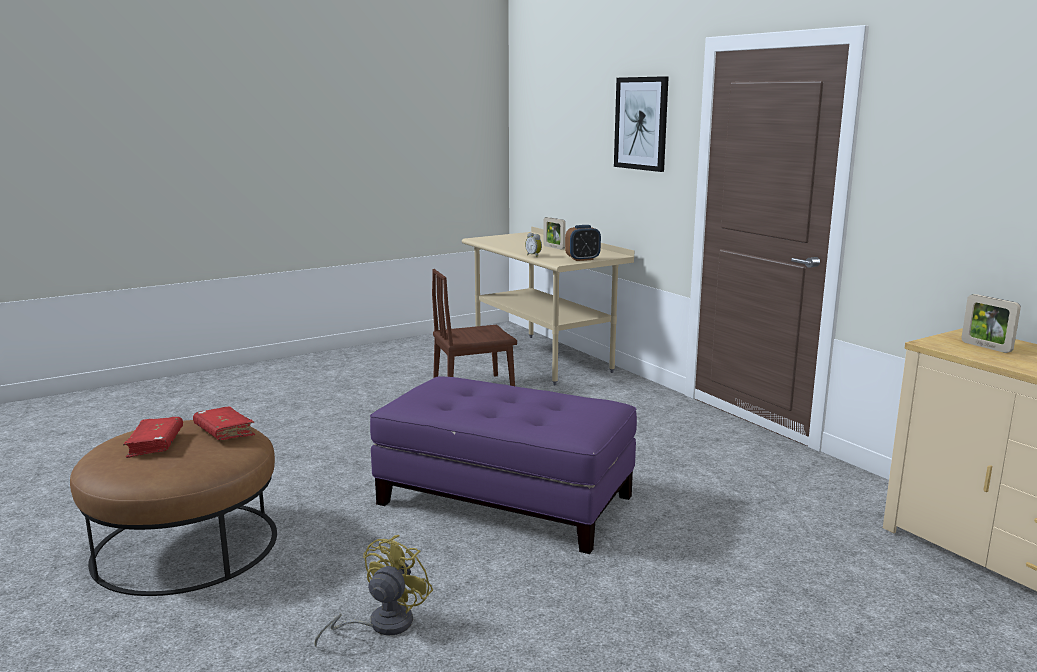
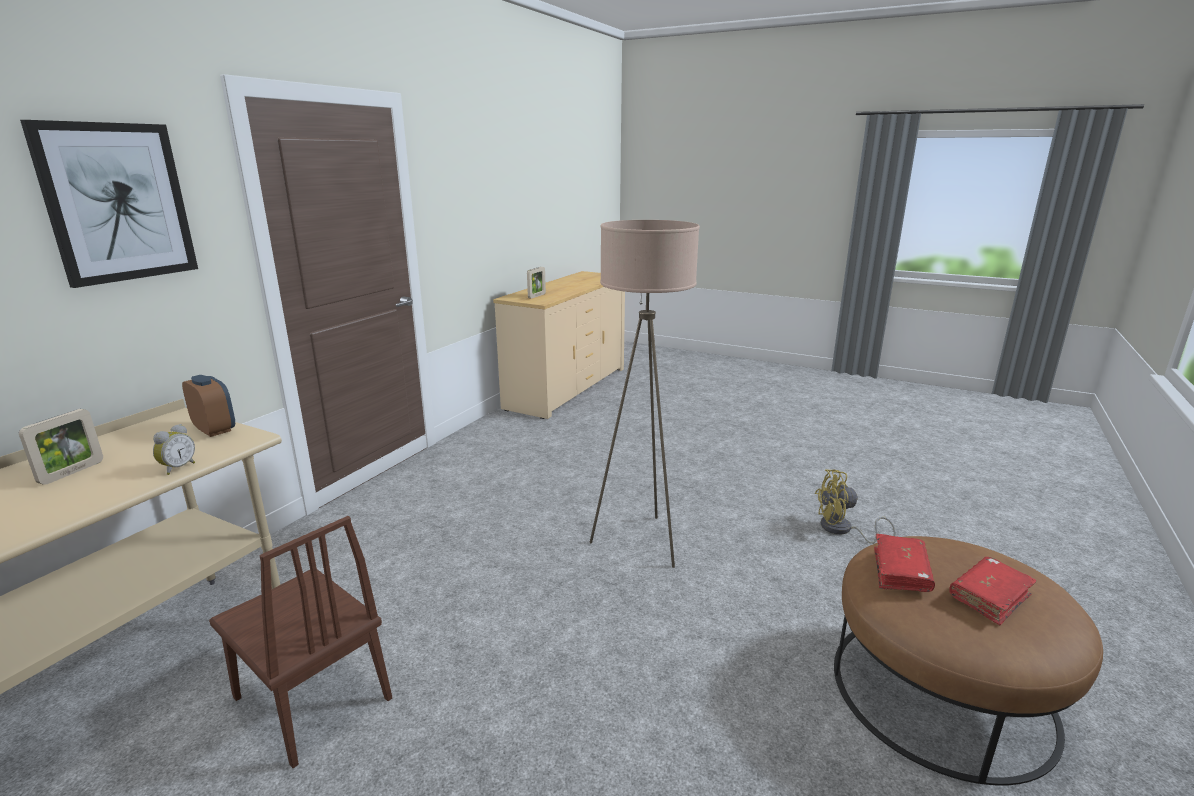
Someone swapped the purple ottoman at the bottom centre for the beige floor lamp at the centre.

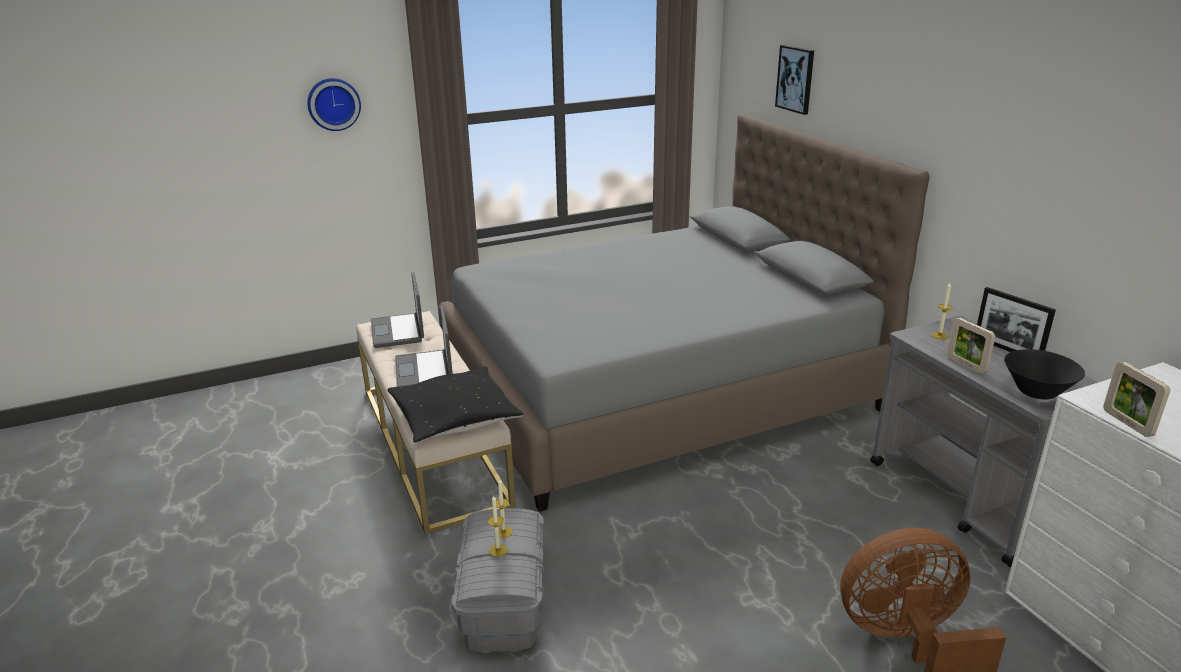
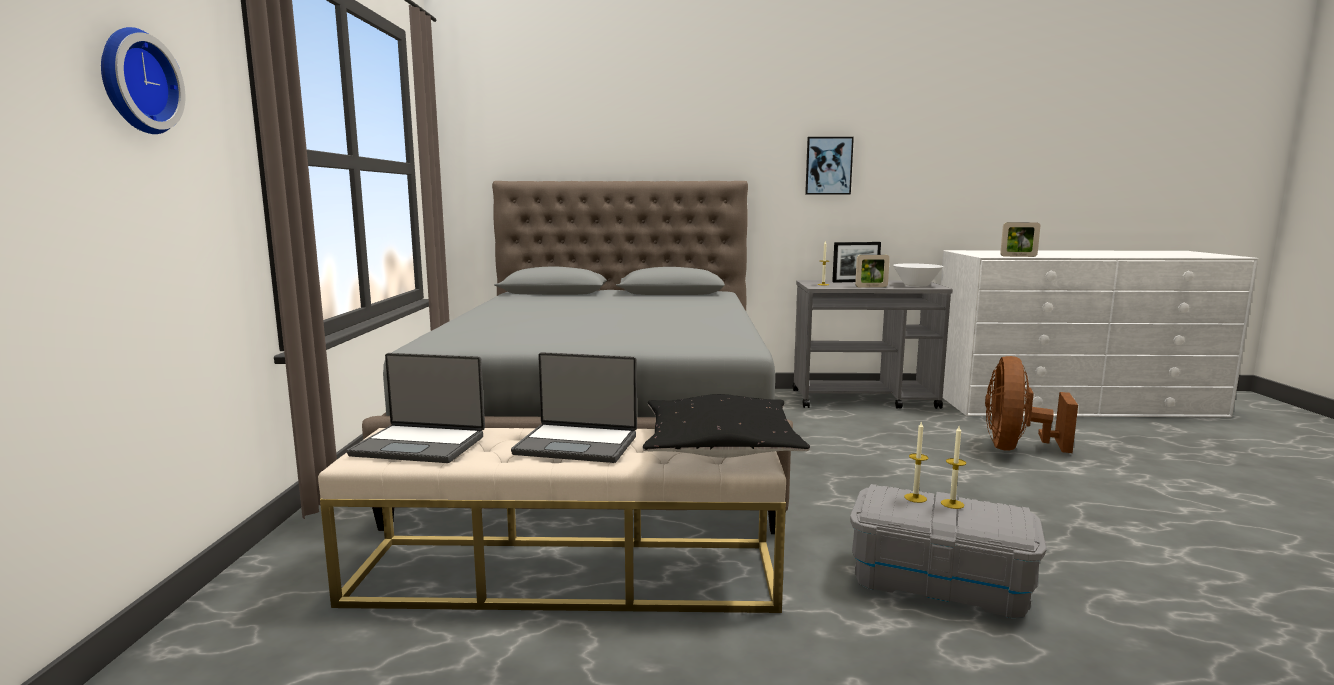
Someone carried the picture from the top right to the top centre.
Someone repainted the black bowl at the middle right, which became the white bowl at the middle right.

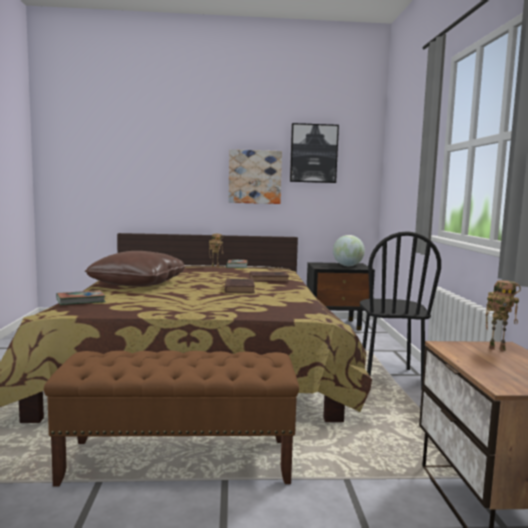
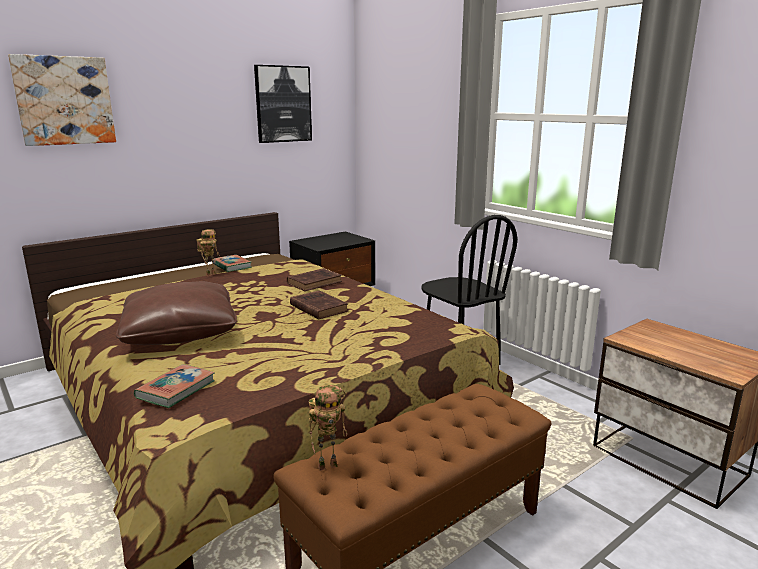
Someone carried the picture (1st from left) from the centre to the top left.
Someone took away the globe at the centre.
Someone carried the toy robot (2nd from left) from the middle right to the bottom centre.

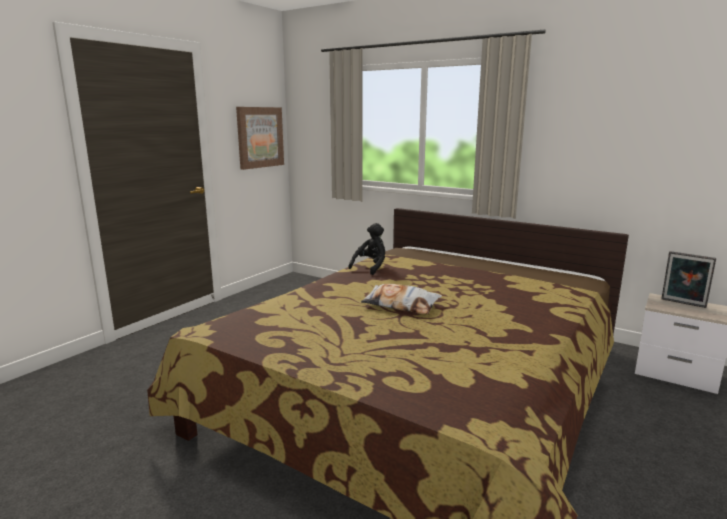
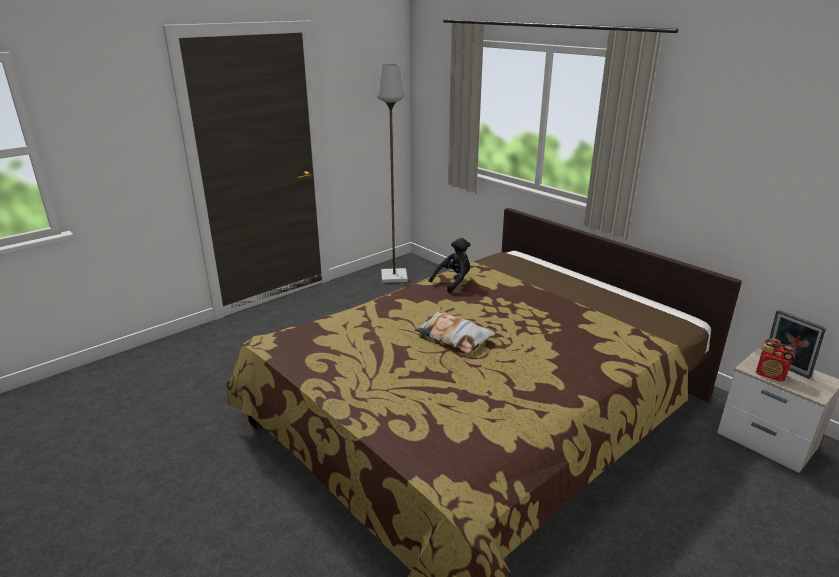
Someone took away the picture at the top centre.
Someone put down the grey floor lamp at the top centre.
Someone put down the radio at the middle right.

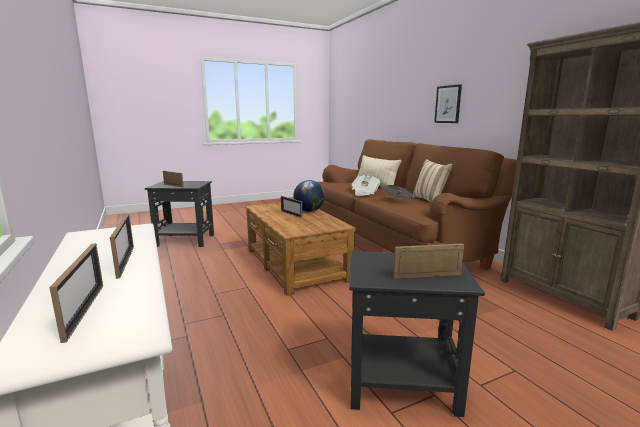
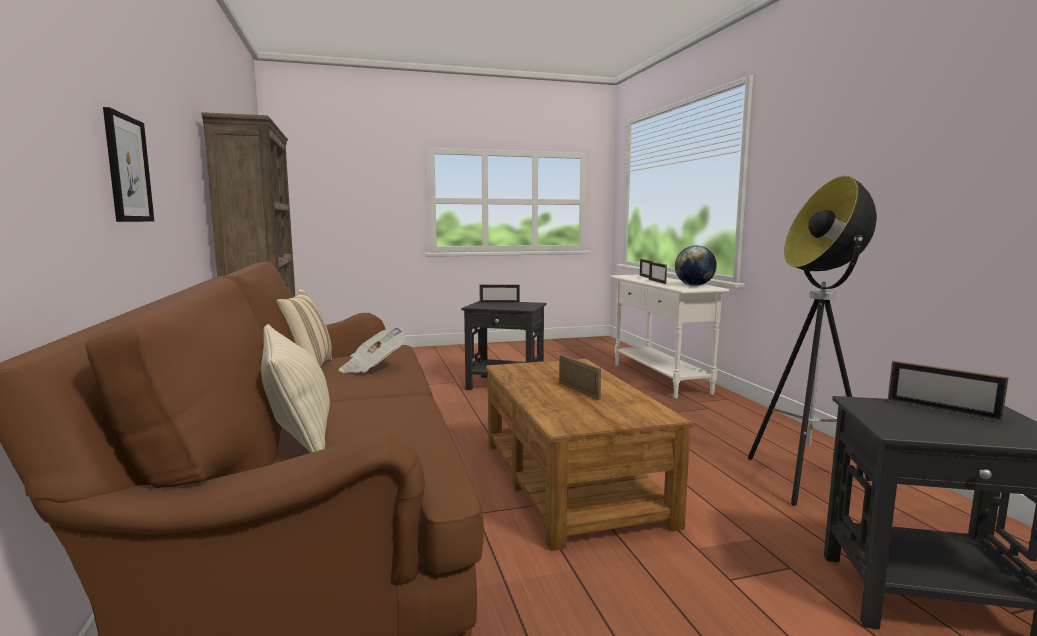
Someone took away the newspaper (1st from left) at the centre.
Someone carried the globe from the centre to the middle right.
Someone put down the floor lamp at the middle right.

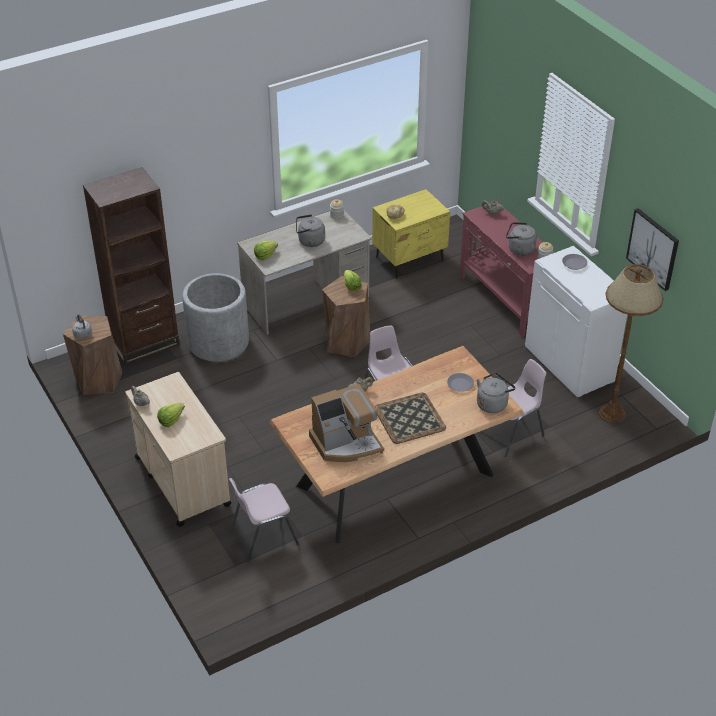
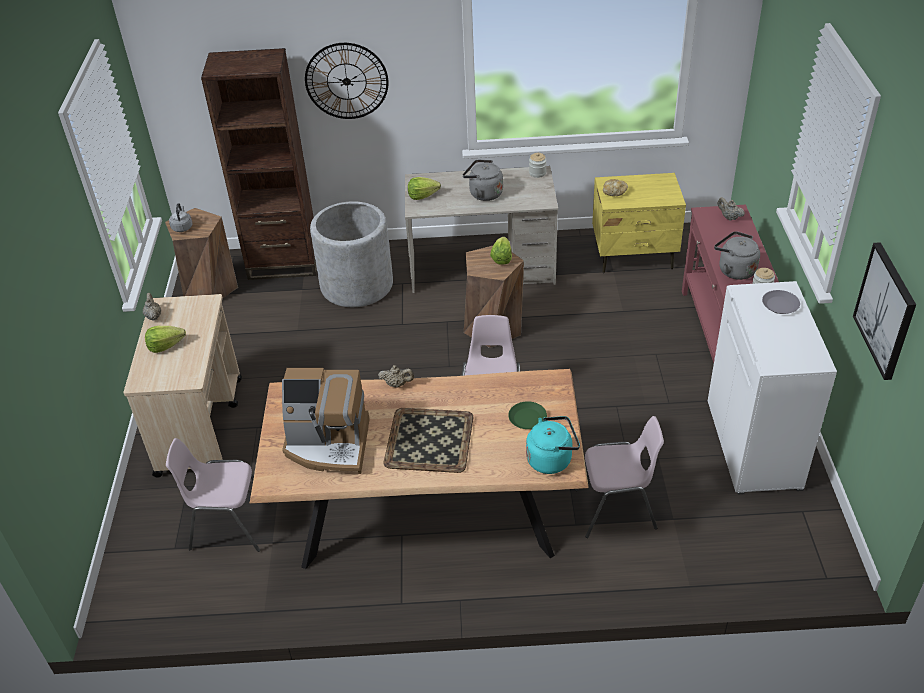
Someone took away the brown floor lamp at the middle right.
Someone repainted the grey plate (1st from left) at the centre, which became the green plate at the centre.
Someone repainted the grey kettle (3rd from left) at the middle right, which became the turquoise kettle at the centre.
Someone put up the wall clock at the top centre.

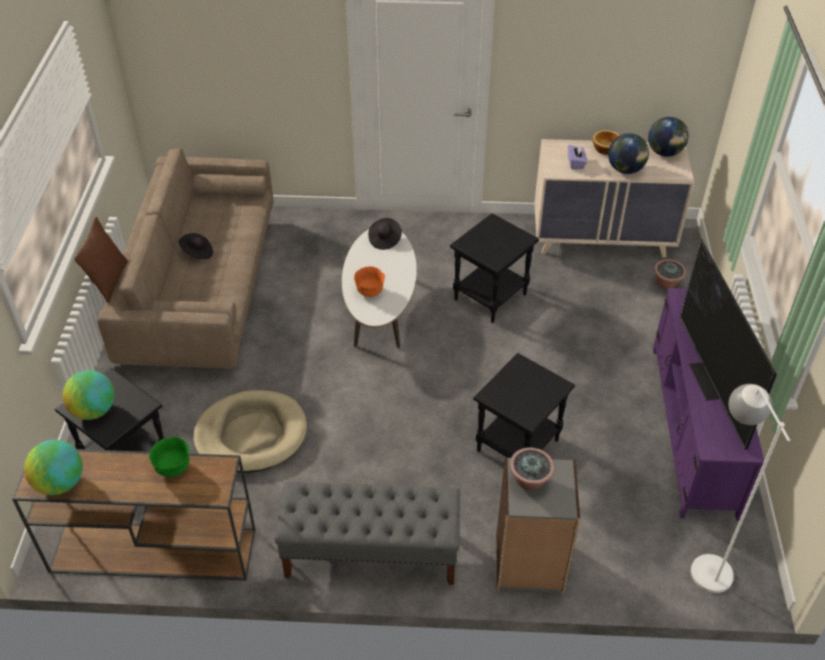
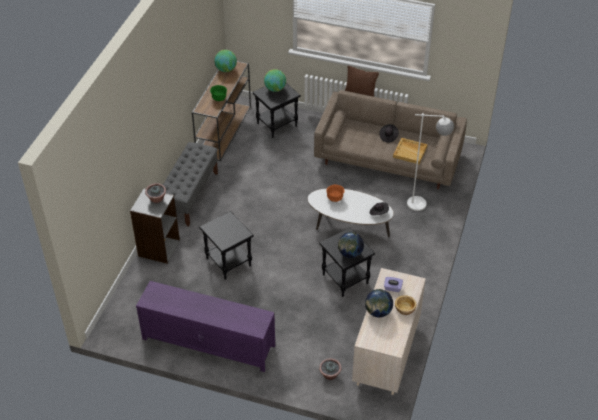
Someone carried the globe (4th from left in the first image) from the top right to the centre.
Someone took away the television at the middle right.
Someone carried the white floor lamp from the bottom right to the middle right.
Someone took away the beige dog bed at the middle left.
Someone put down the beige tray at the middle right.

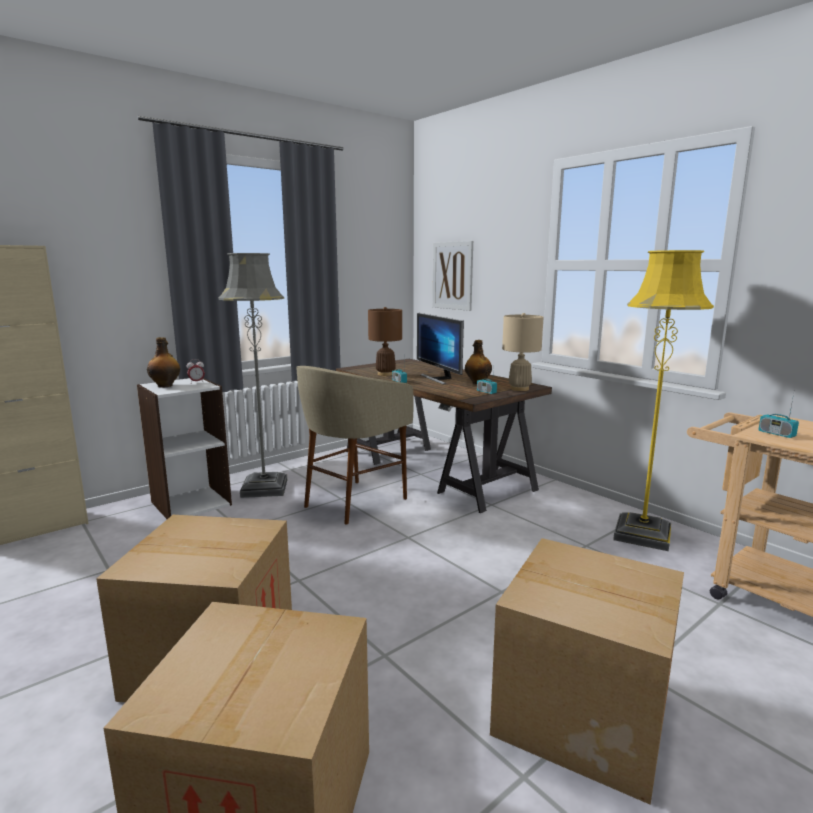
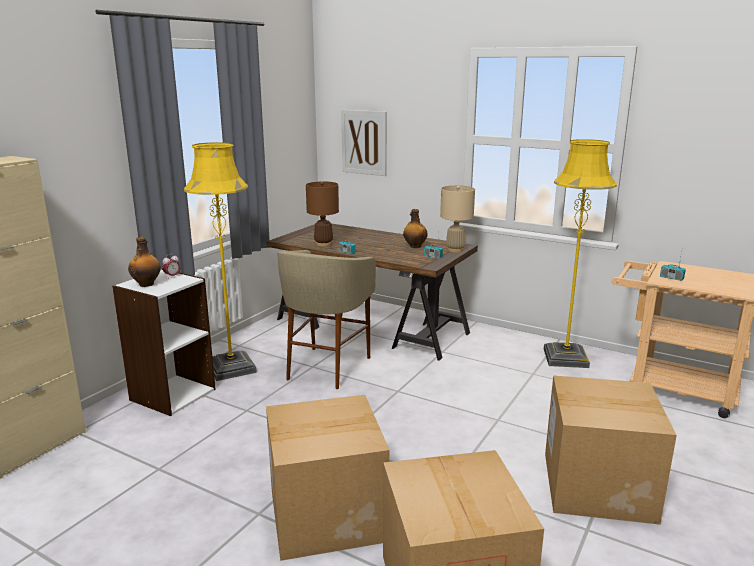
Someone repainted the grey floor lamp at the middle left, which became the yellow floor lamp (1st from left) at the middle left.
Someone took away the monitor at the centre.

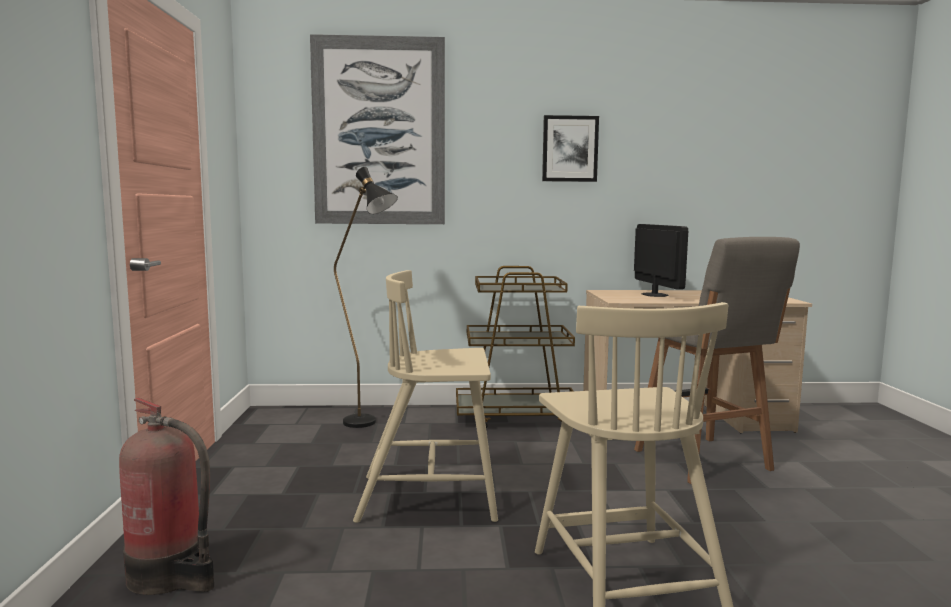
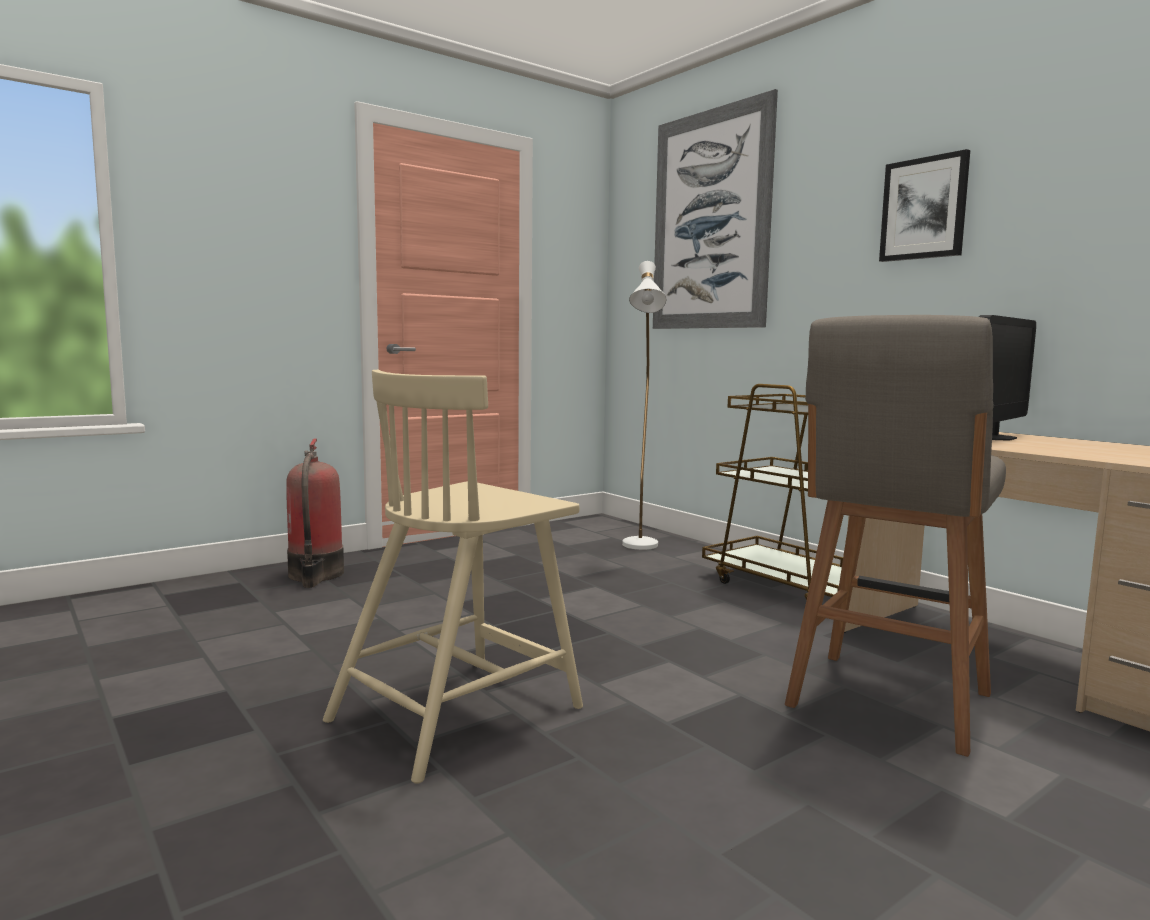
Someone repainted the black floor lamp at the centre, which became the white floor lamp at the centre.
Someone took away the beige chair (1st from left) at the centre.

